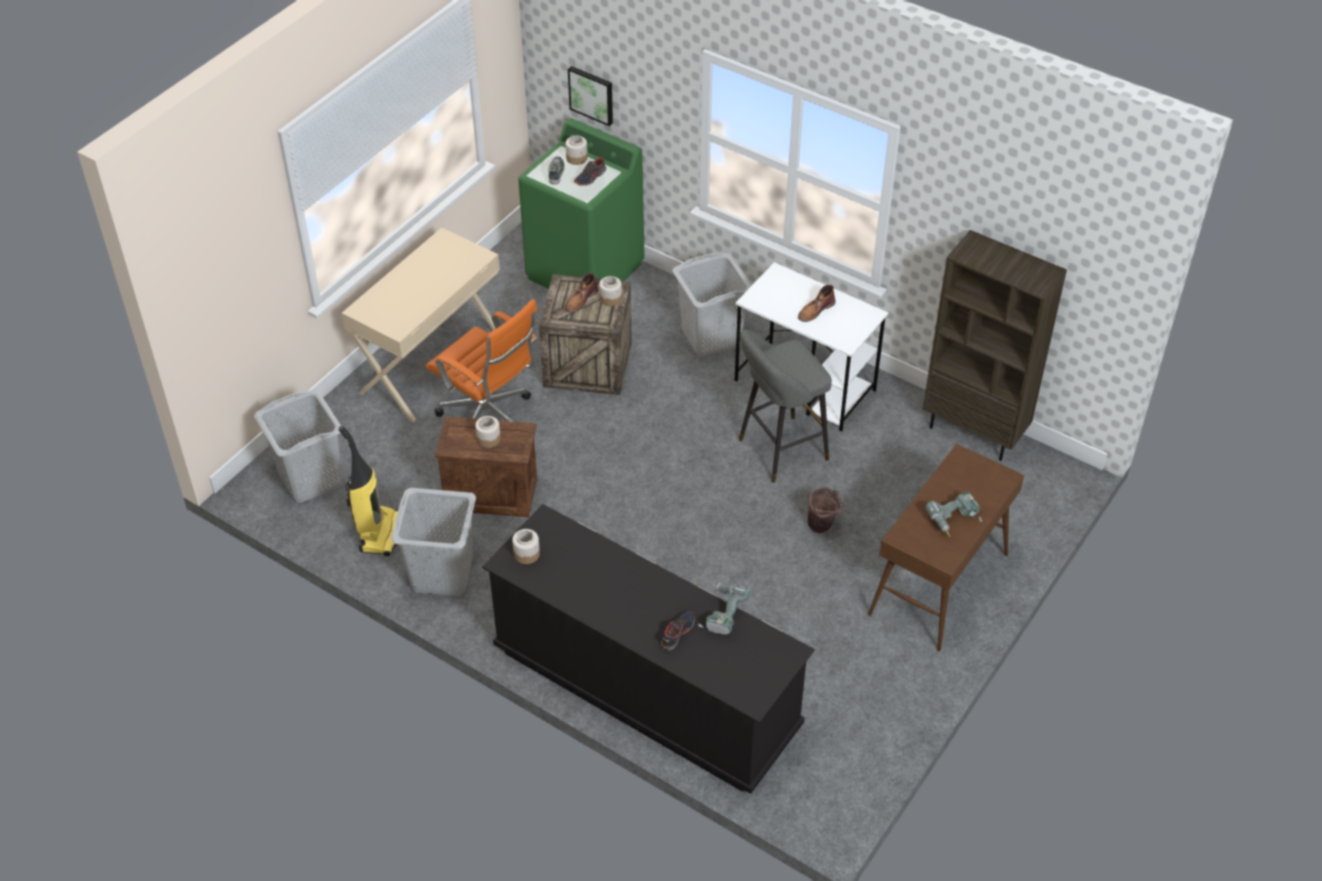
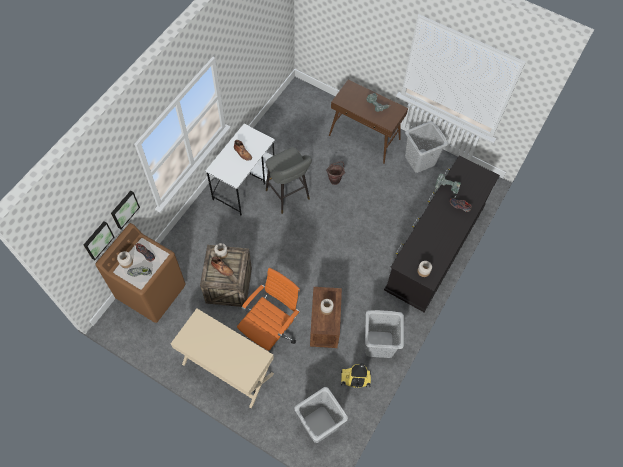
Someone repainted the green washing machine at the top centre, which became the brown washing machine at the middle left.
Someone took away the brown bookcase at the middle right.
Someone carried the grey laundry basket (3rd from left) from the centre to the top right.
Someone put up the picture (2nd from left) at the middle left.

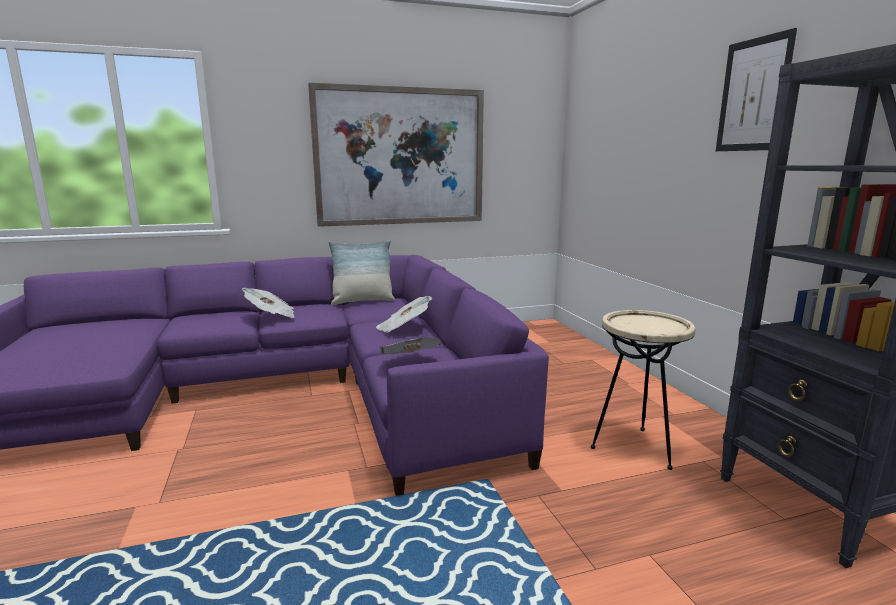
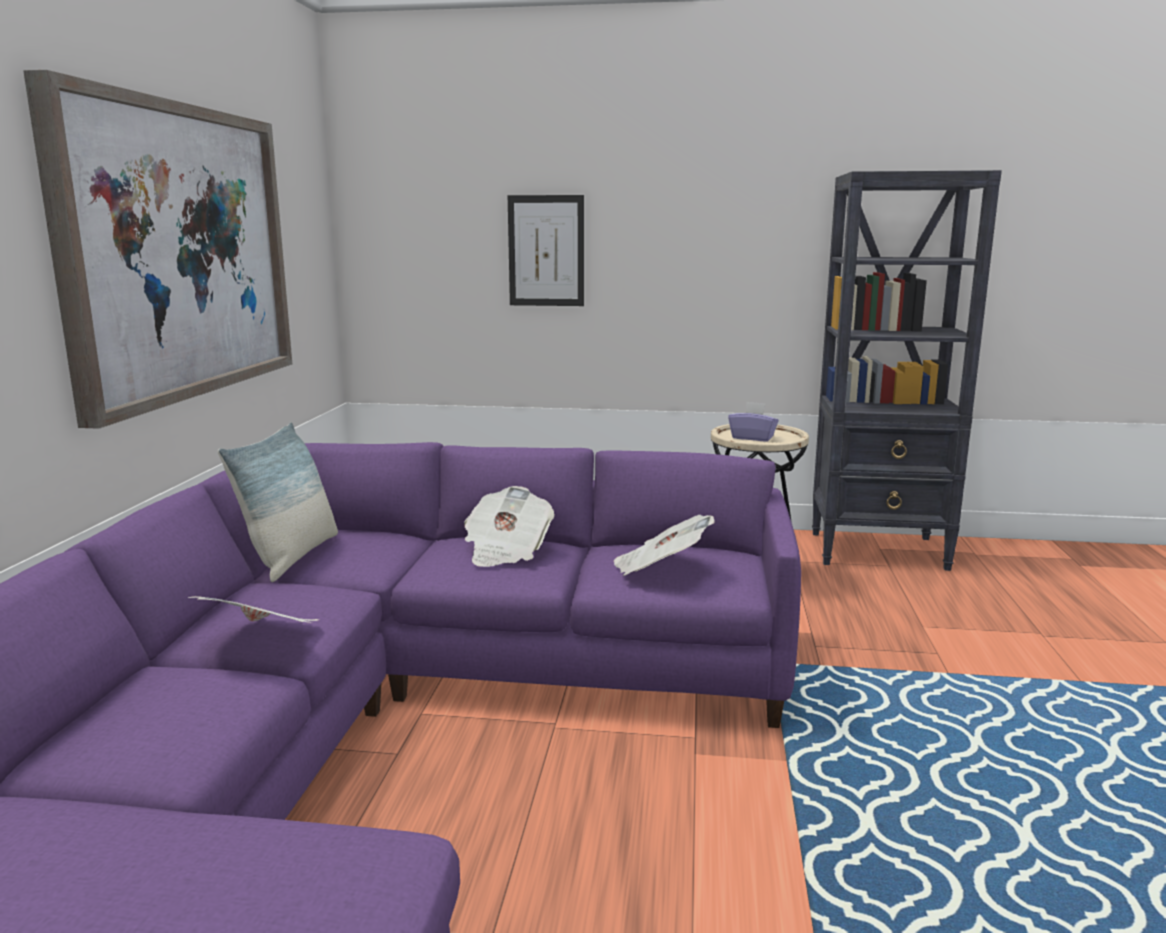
Someone carried the picture (2nd from left) from the top right to the top centre.
Someone put down the purple tissue box at the centre.

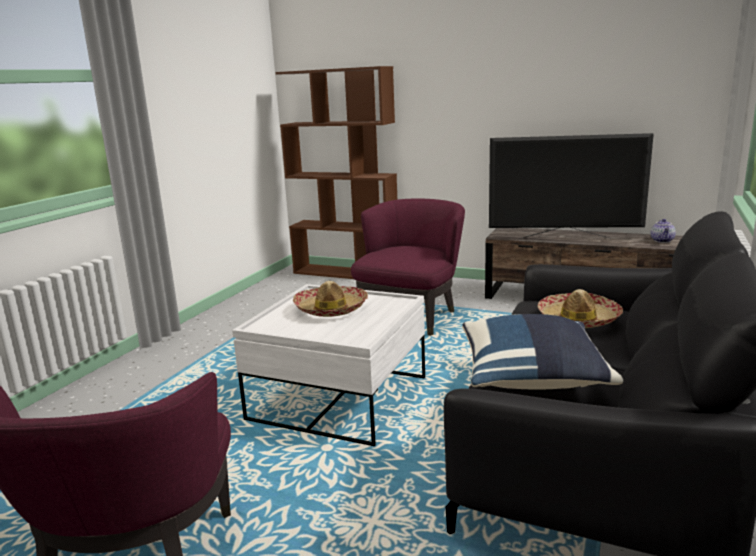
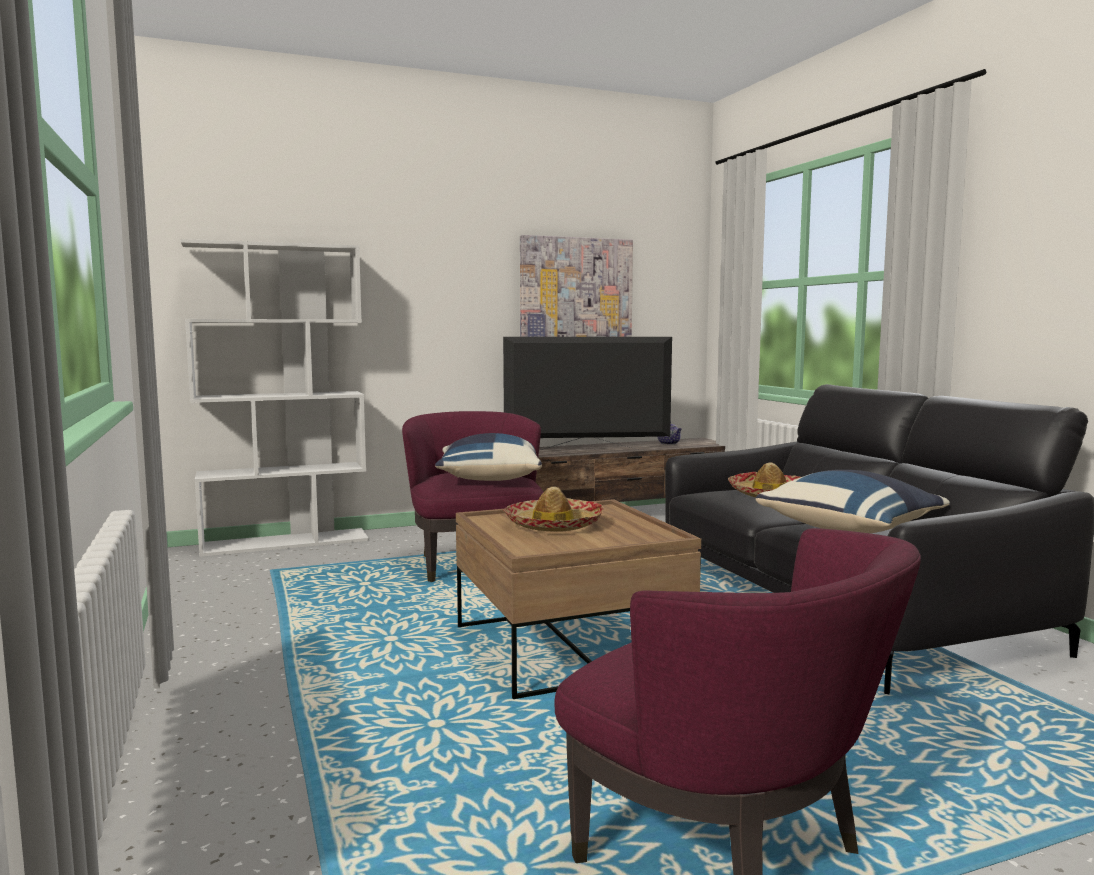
Someone repainted the brown bookcase at the top centre, which became the white bookcase at the middle left.
Someone rotated the television at the middle right by 150 degrees counterclockwise.
Someone repainted the white coffee table at the centre, which became the brown coffee table at the bottom centre.
Someone put up the picture at the top centre.
Someone put down the blue pillow (1st from left) at the centre.

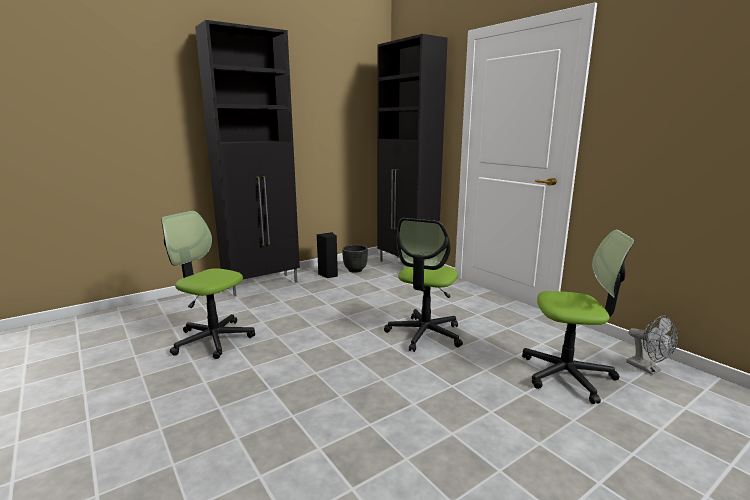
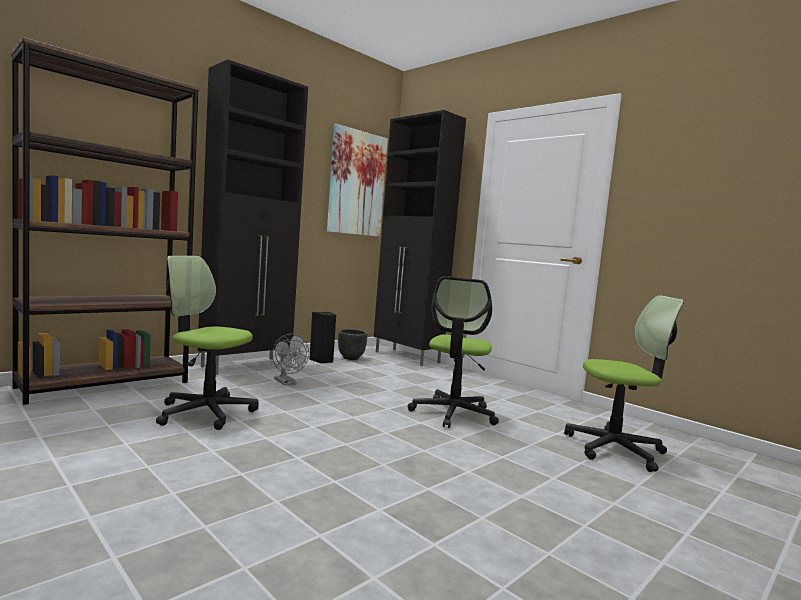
Someone carried the grey fan from the bottom right to the centre.
Someone put down the brown bookcase at the middle left.
Someone put up the picture at the top centre.

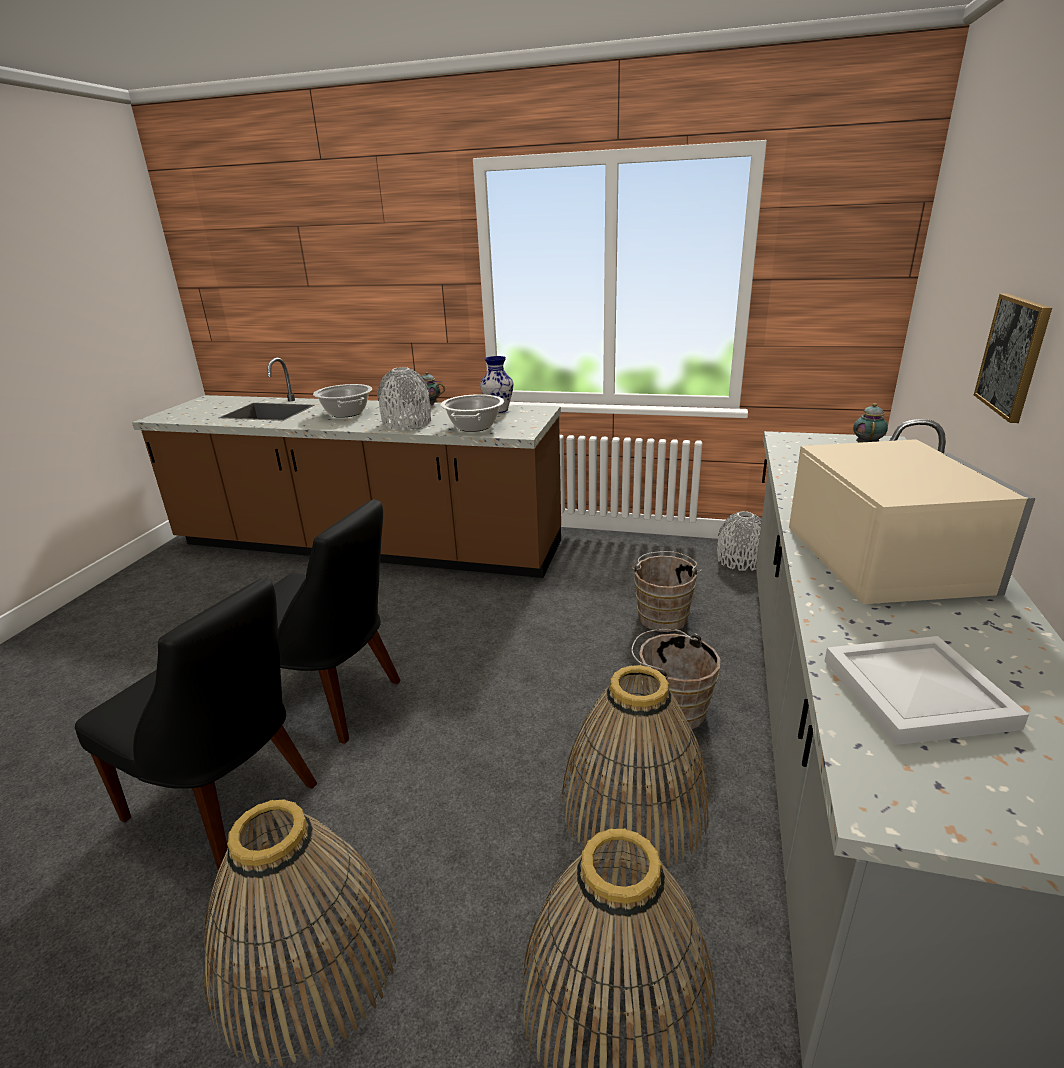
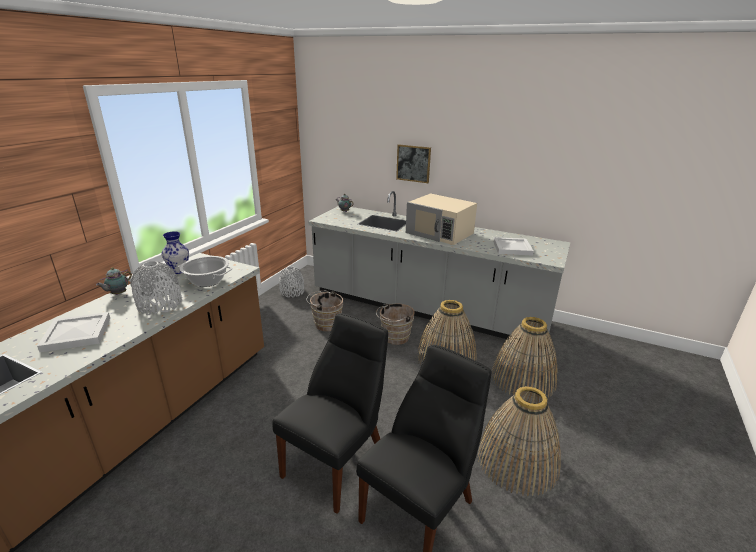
Someone swapped the cooking pot (1st from left) at the middle left for the white tray (1st from left) at the middle left.
Someone rotated the beige microwave at the middle right by 150 degrees counterclockwise.

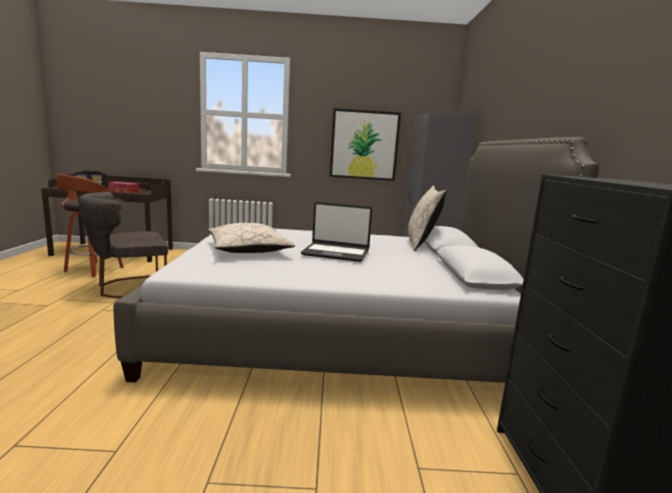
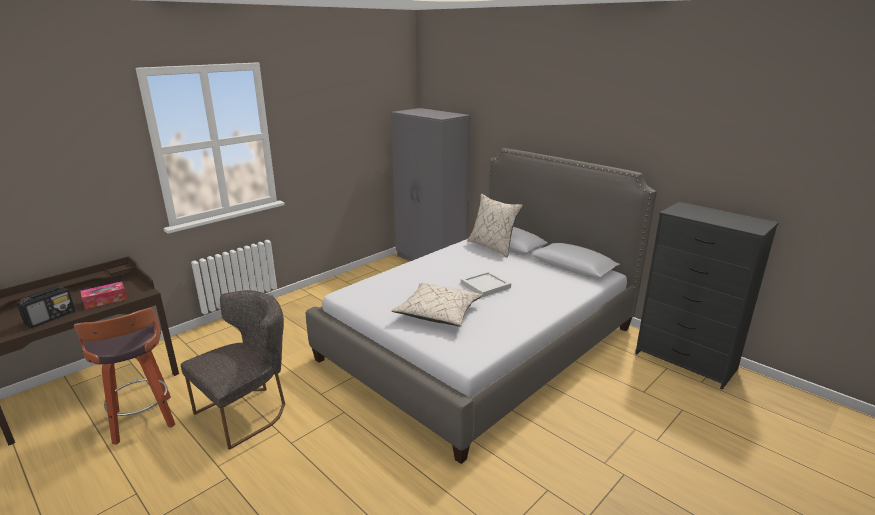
Someone took away the picture at the top centre.
Someone rotated the grey chair at the middle left by 150 degrees counterclockwise.
Someone swapped the laptop at the centre for the white tray at the centre.

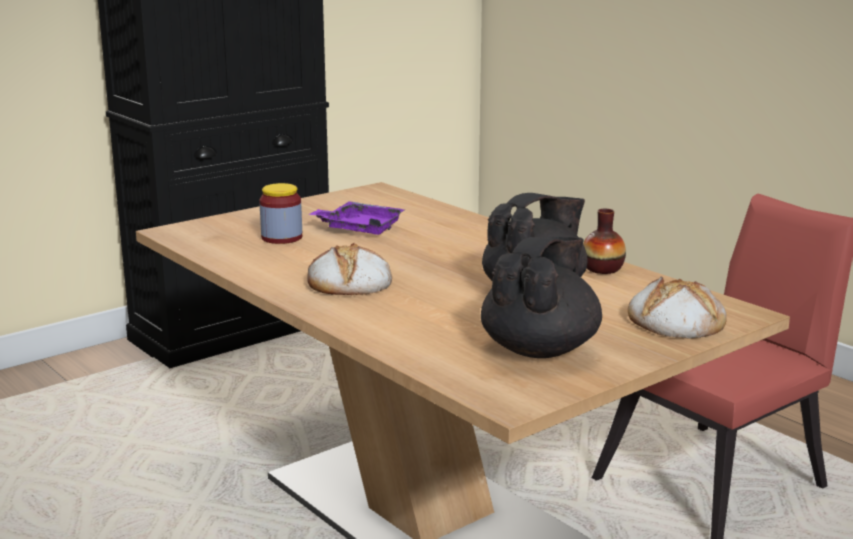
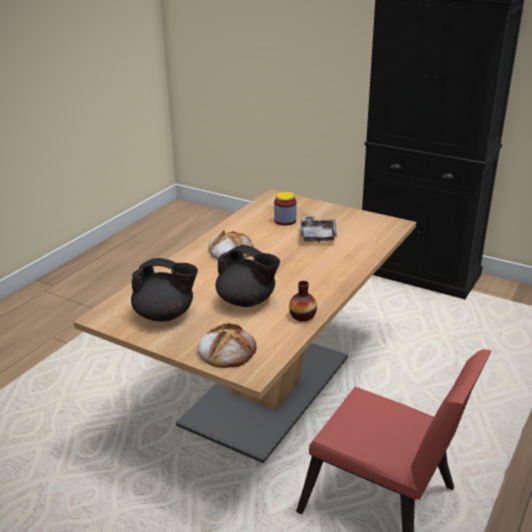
Someone repainted the purple tray at the centre, which became the grey tray at the centre.

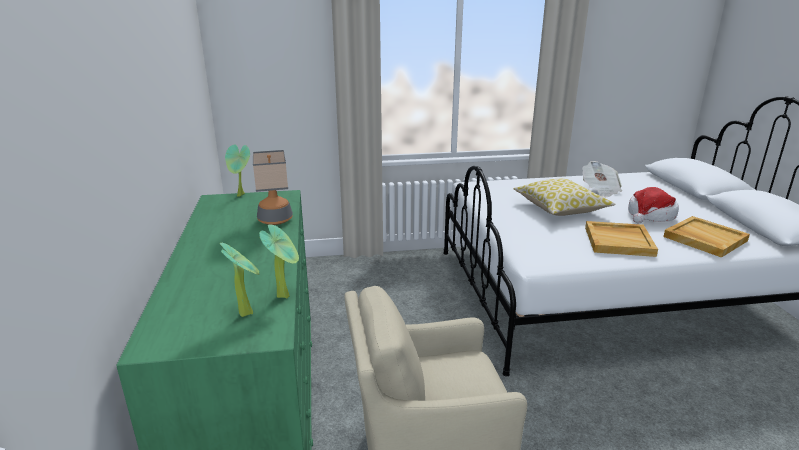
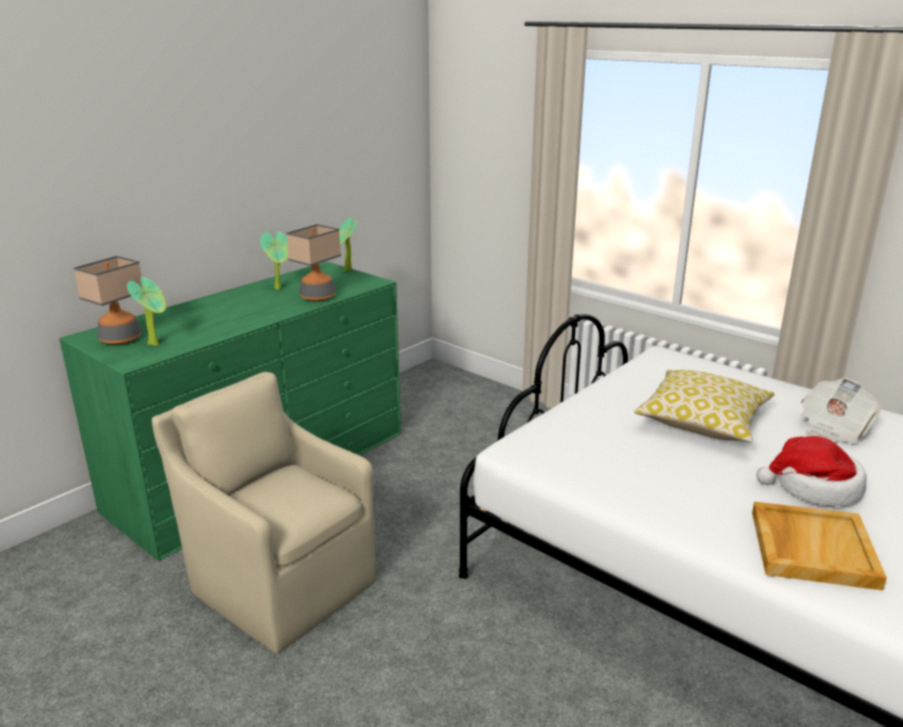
Someone took away the beige tray (1st from left) at the middle right.
Someone carried the potted plant (3rd from left in the first image) from the centre to the middle left.
Someone put down the table lamp (1st from left) at the middle left.

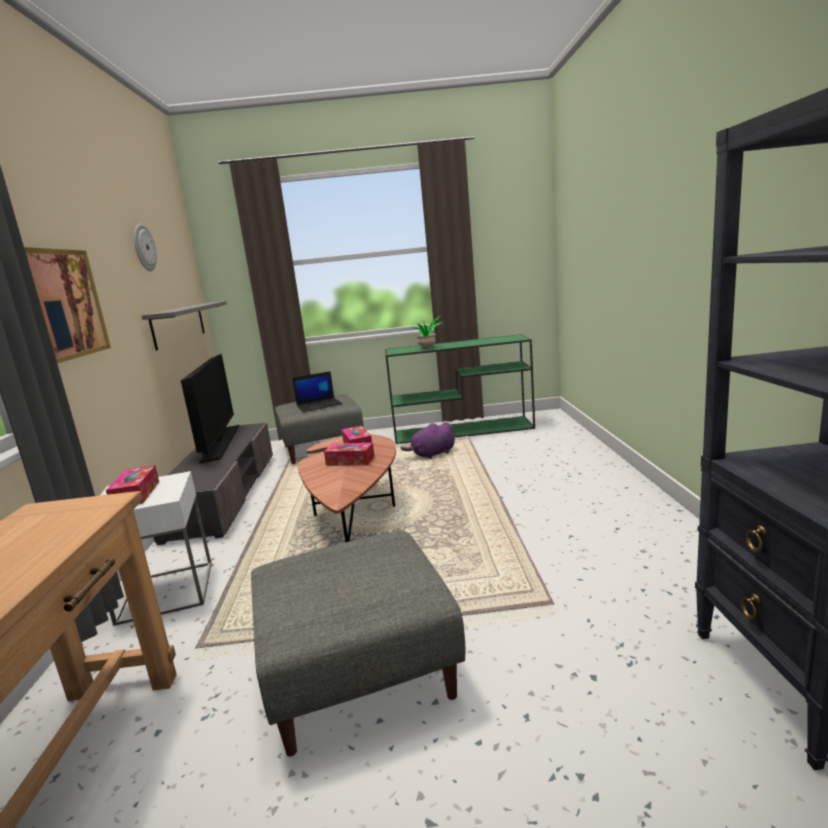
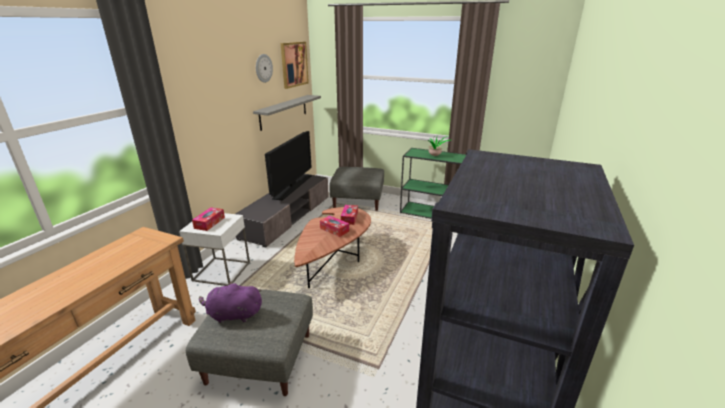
Someone carried the picture from the middle left to the top centre.
Someone took away the laptop at the centre.
Someone carried the purple plush toy from the centre to the bottom left.

